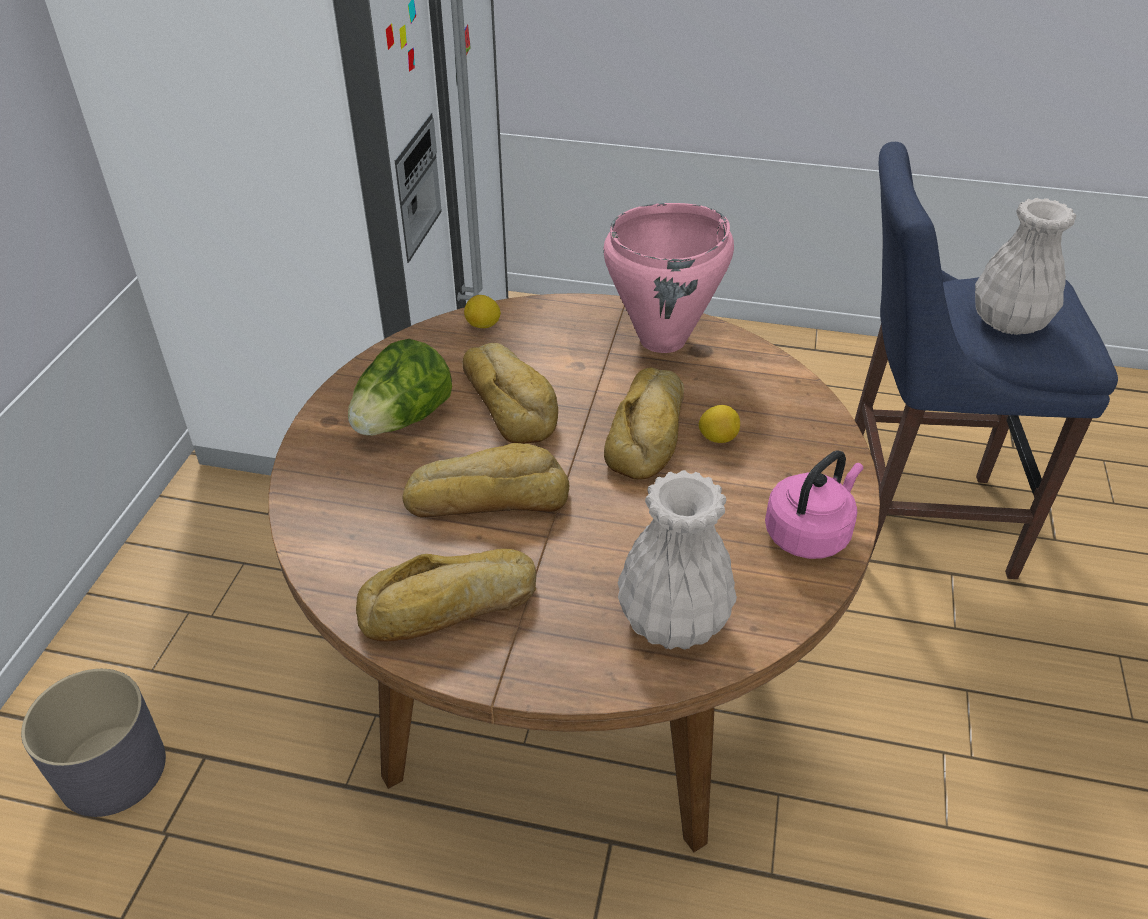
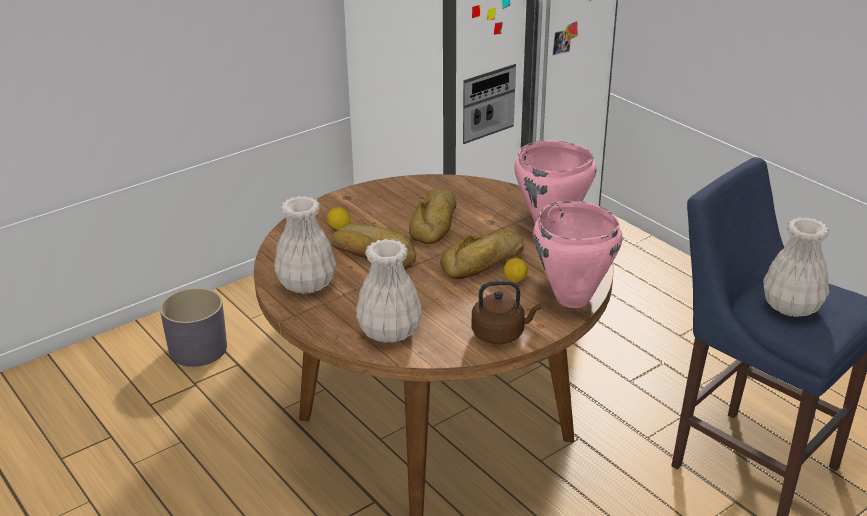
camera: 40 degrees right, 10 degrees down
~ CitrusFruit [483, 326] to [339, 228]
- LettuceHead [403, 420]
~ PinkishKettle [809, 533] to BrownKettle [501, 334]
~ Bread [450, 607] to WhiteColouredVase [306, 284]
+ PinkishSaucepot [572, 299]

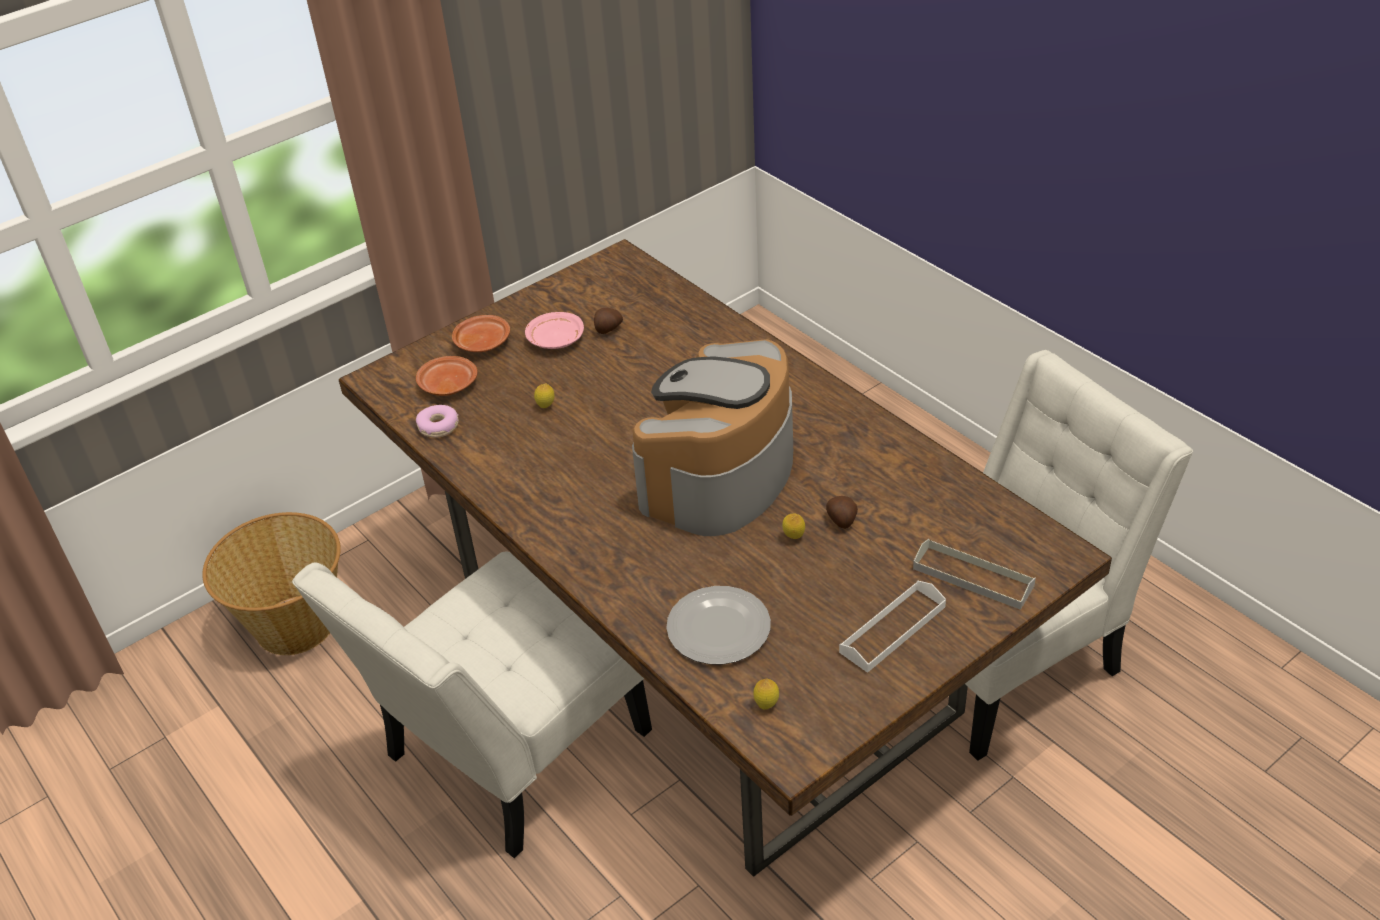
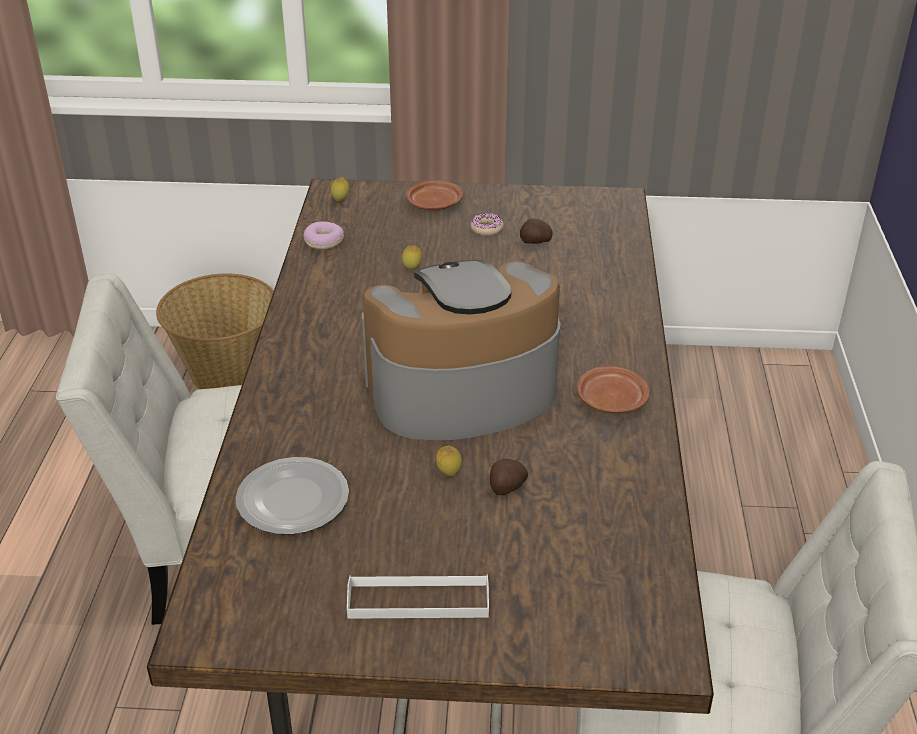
camera: 40 degrees right, 5 degrees down
~ PinkishPlate [555, 339] to Donut [486, 229]
~ BrownPlate [447, 384] to [611, 400]
- GreyTray [973, 577]
~ CitrusFruit [766, 705] to [340, 201]

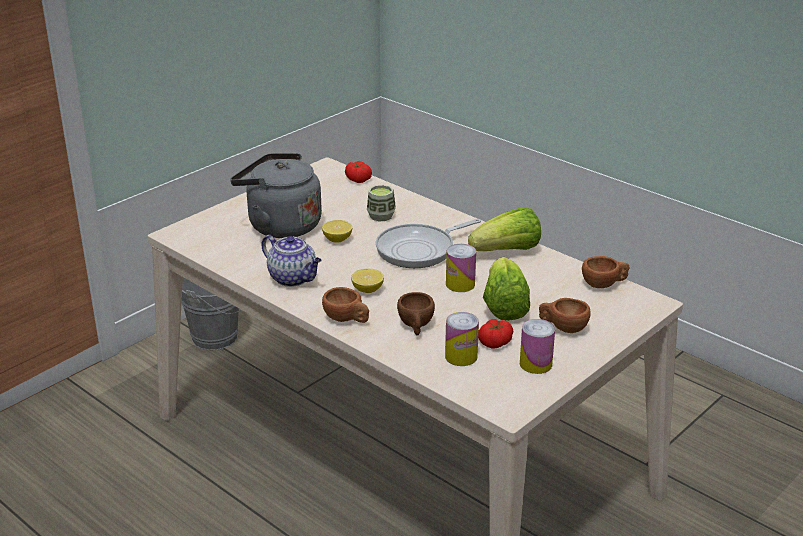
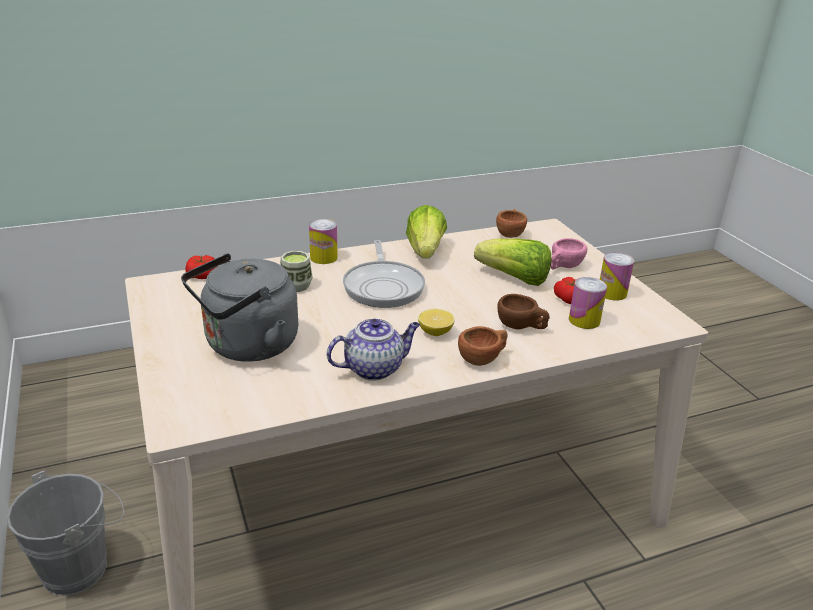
camera: 65 degrees left, 0 degrees up
- CitrusFruit [337, 239]
~ MetalCan [460, 284] to [323, 257]
~ BrownCup [562, 327] to PinkishCup [563, 267]

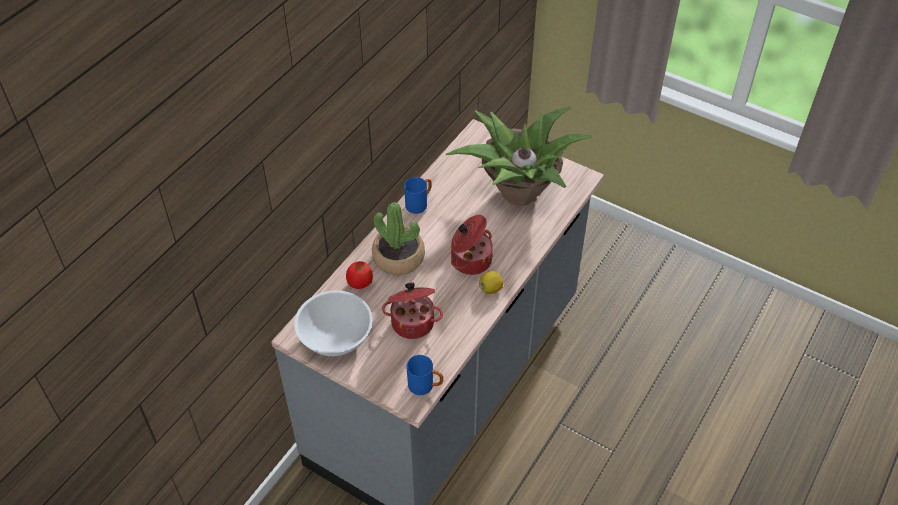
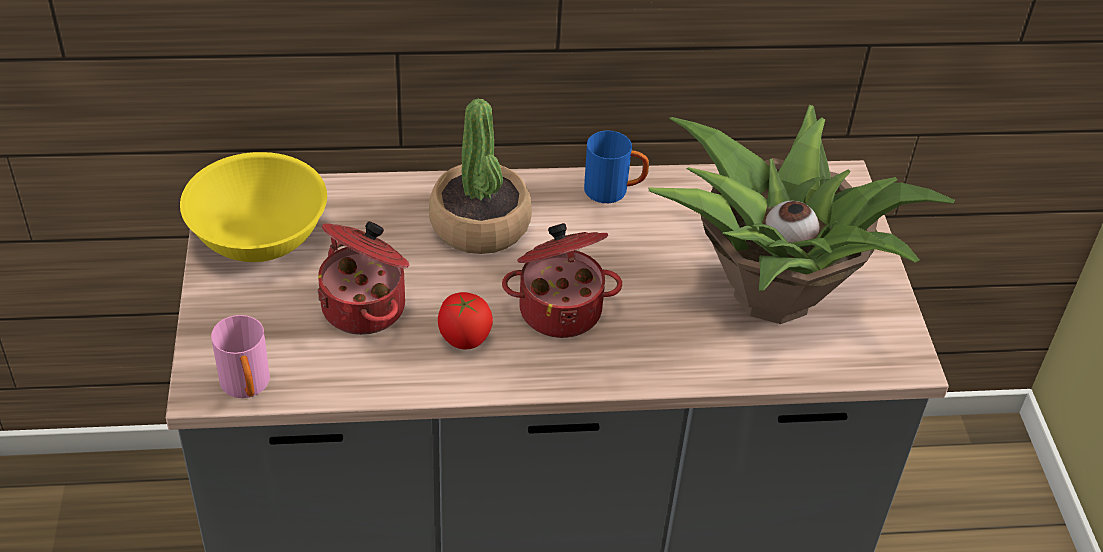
camera: 50 degrees right, 5 degrees down
~ FreshTomato [360, 283] to [464, 339]
- CitrusFruit [491, 289]
~ WhiteColouredDeepDish [335, 337] to YellowColouredDeepDish [260, 236]
~ BlueCoffeeMug [425, 386] to PinkishCoffeeMug [247, 388]

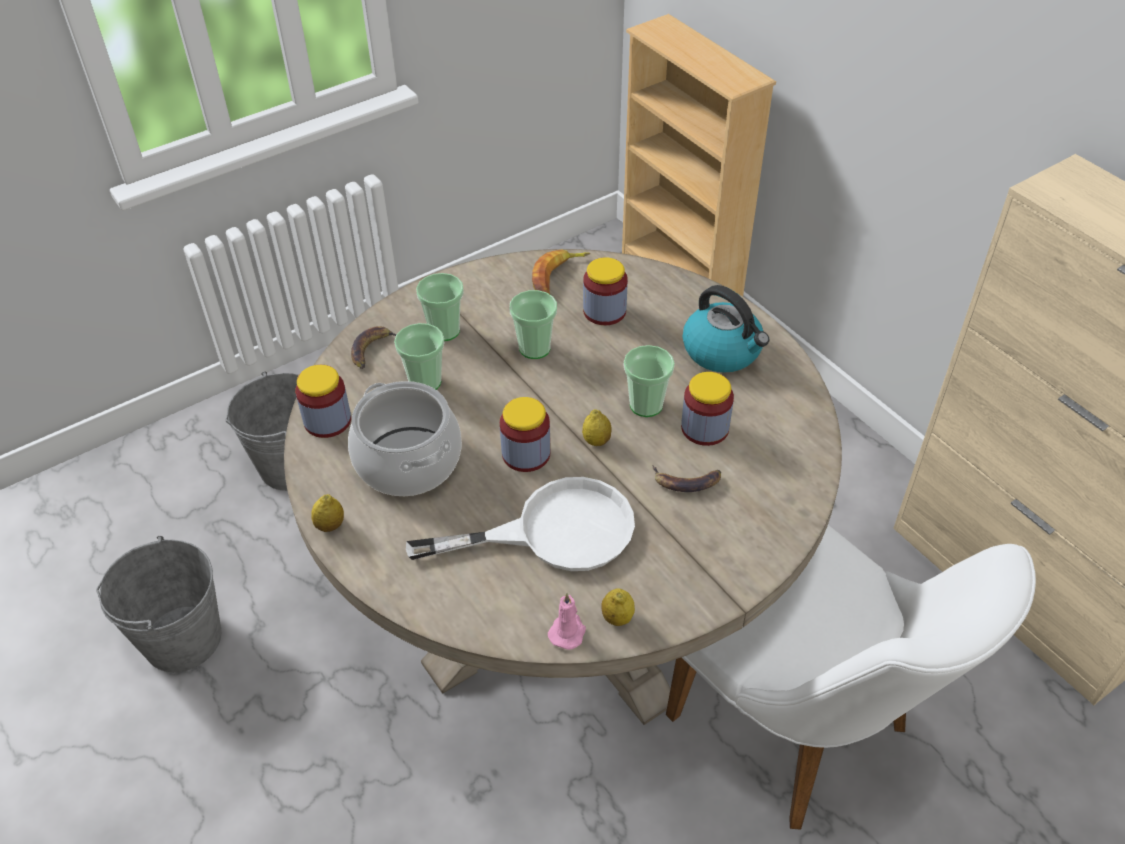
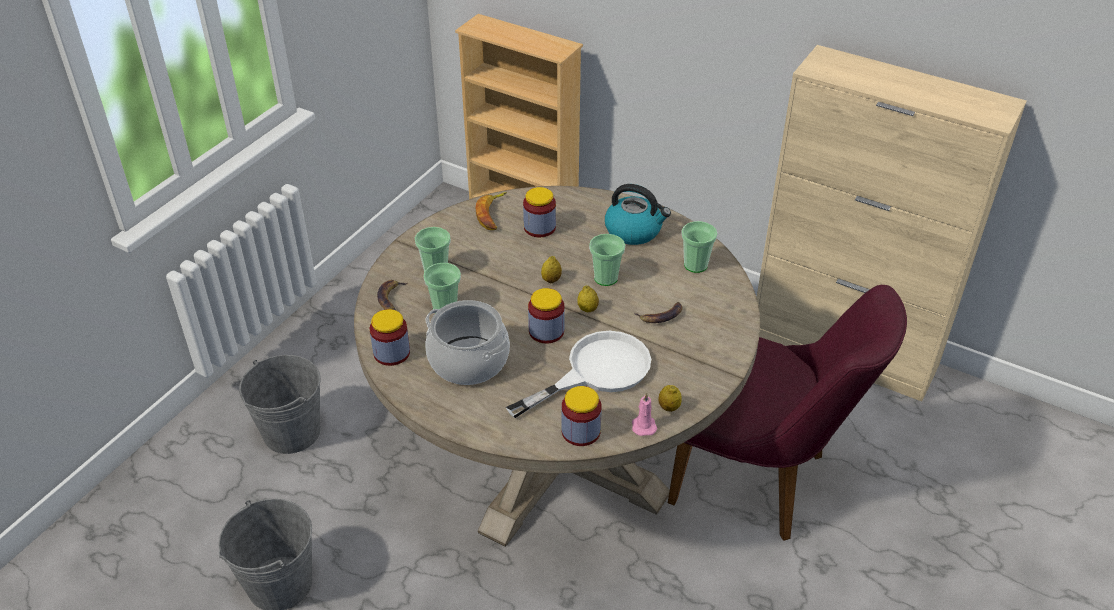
camera: 25 degrees left, 5 degrees down
~ Cup [534, 348] to [695, 265]
~ Jar [705, 428] to [581, 431]
~ CitrusFruit [330, 525] to [551, 280]
~ WhiteColouredUprightChair [805, 734] to PurpleUprightChair [762, 481]

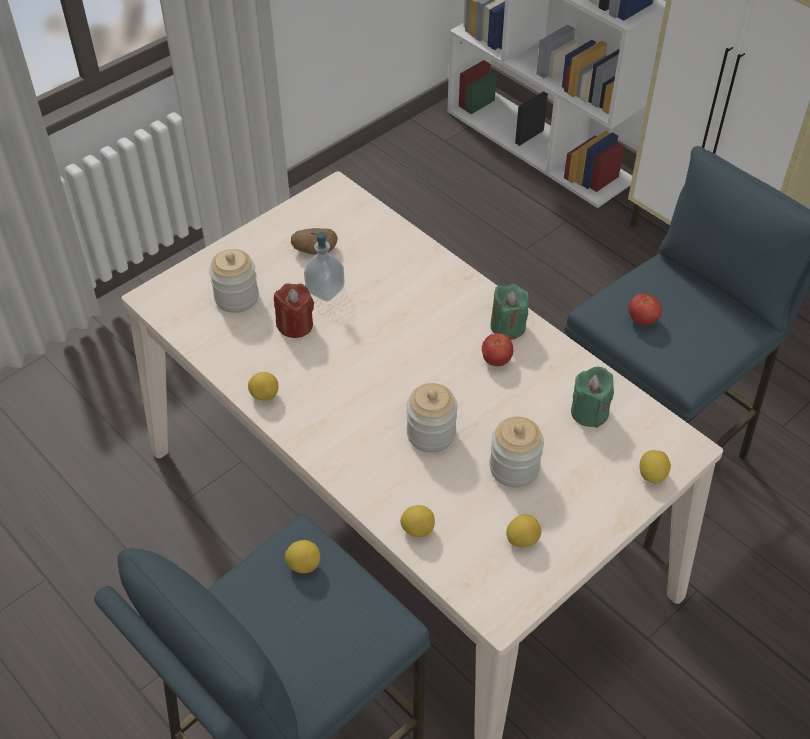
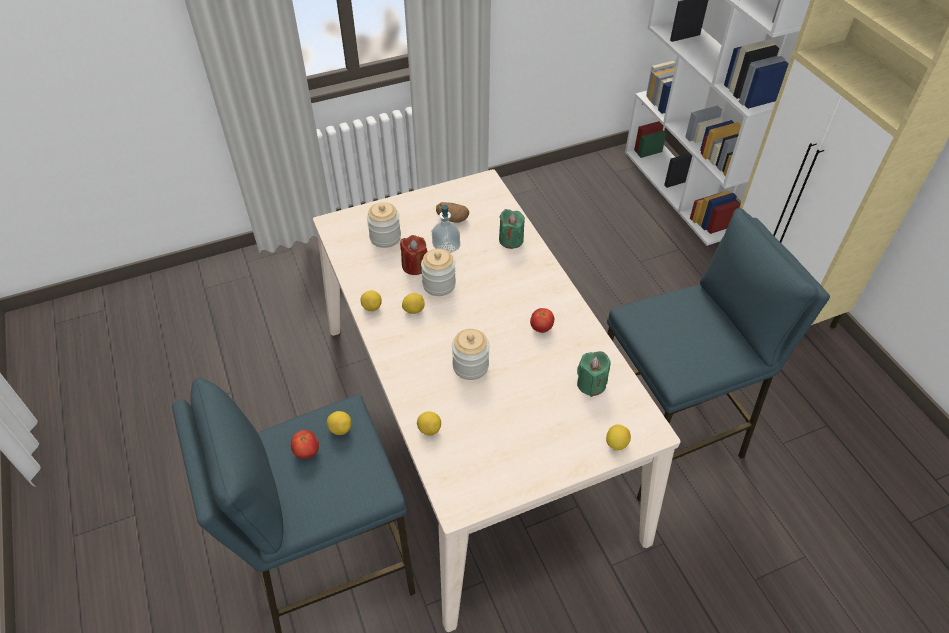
camera: 20 degrees right, 0 degrees up
~ GreenishWaxLight [508, 326] to [511, 240]
~ FreshTomato [642, 320] to [307, 451]
~ Jar [514, 468] to [439, 284]
~ CitrusFruit [522, 539] to [413, 310]

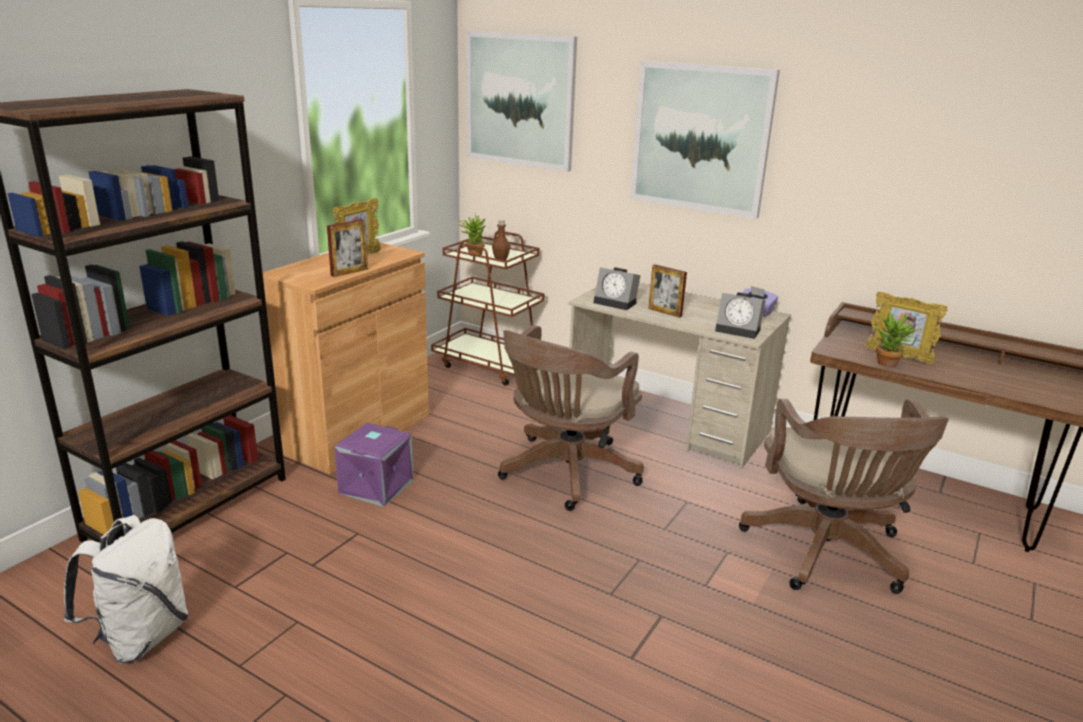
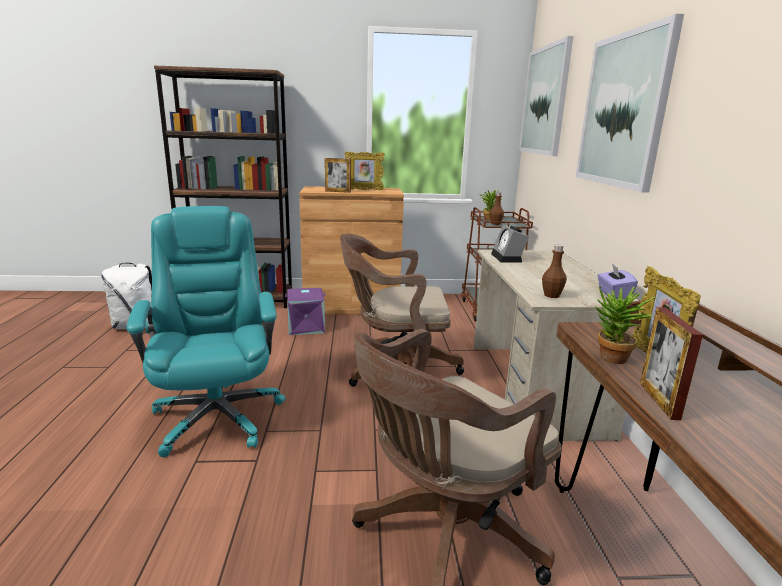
camera: 55 degrees right, 5 degrees down
~ StandingFrame [665, 312] to [659, 400]
~ AlarmClock [739, 330] to BrownBottle [551, 295]
+ TurquoiseColouredDeskChair [217, 415]

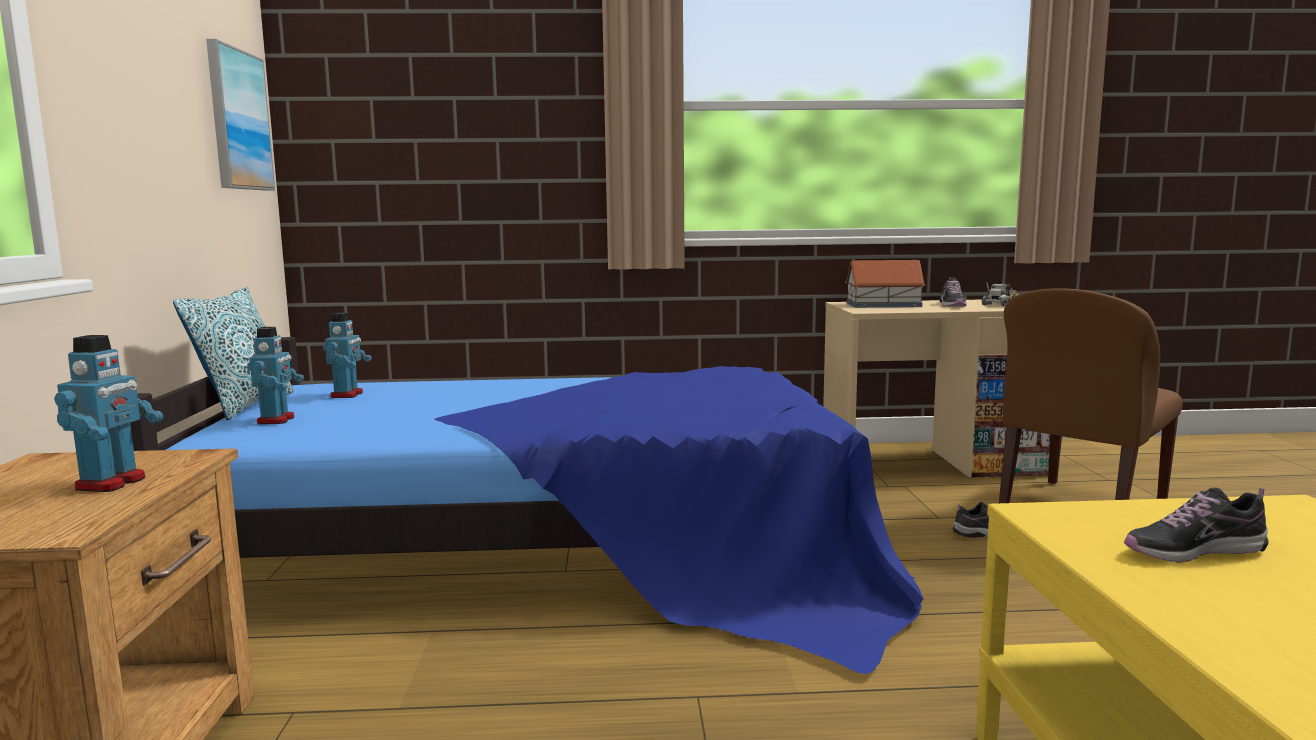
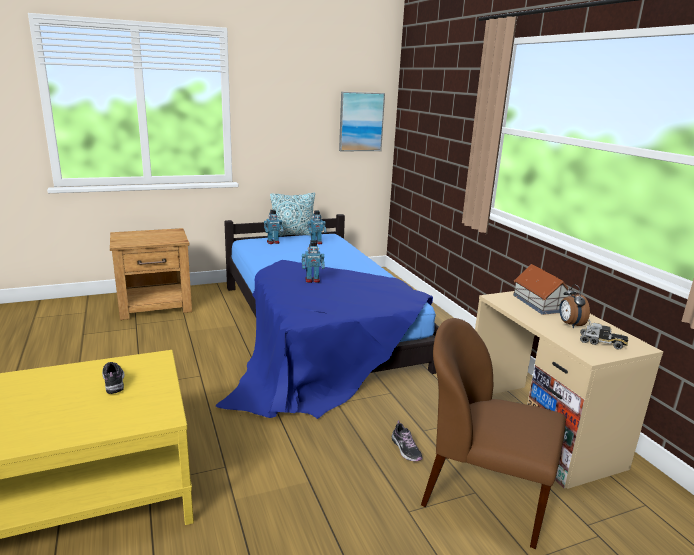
camera: 70 degrees right, 10 degrees up
~ Shoe [952, 305] to AlarmClock [569, 324]
~ ToyRobot [112, 483] to [312, 280]

